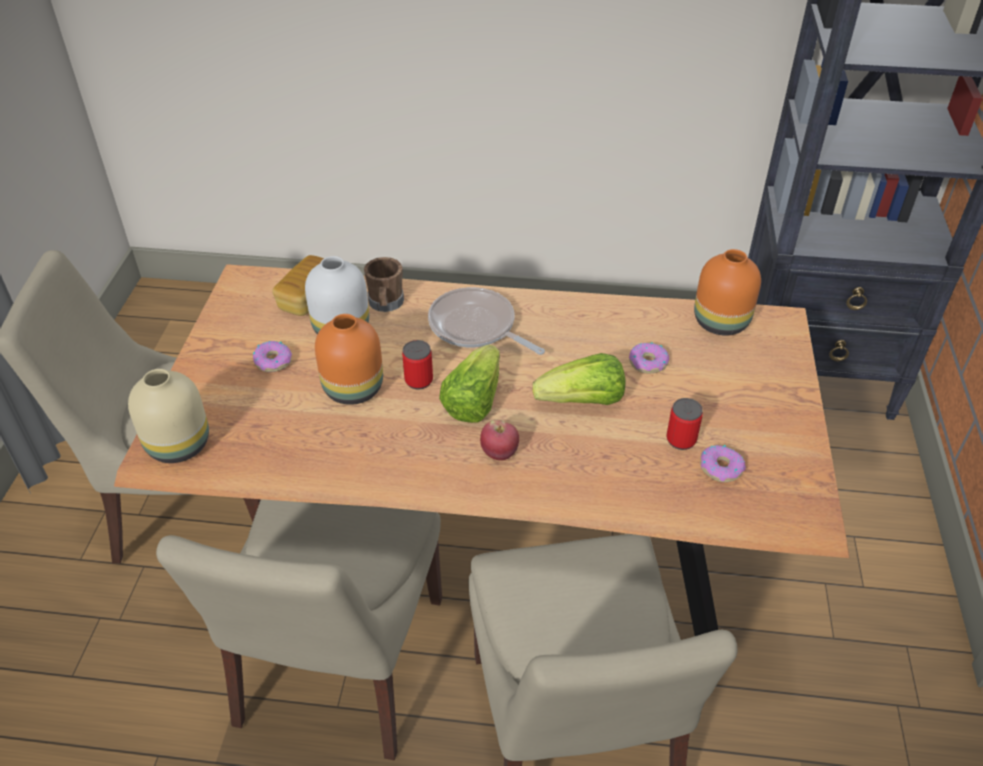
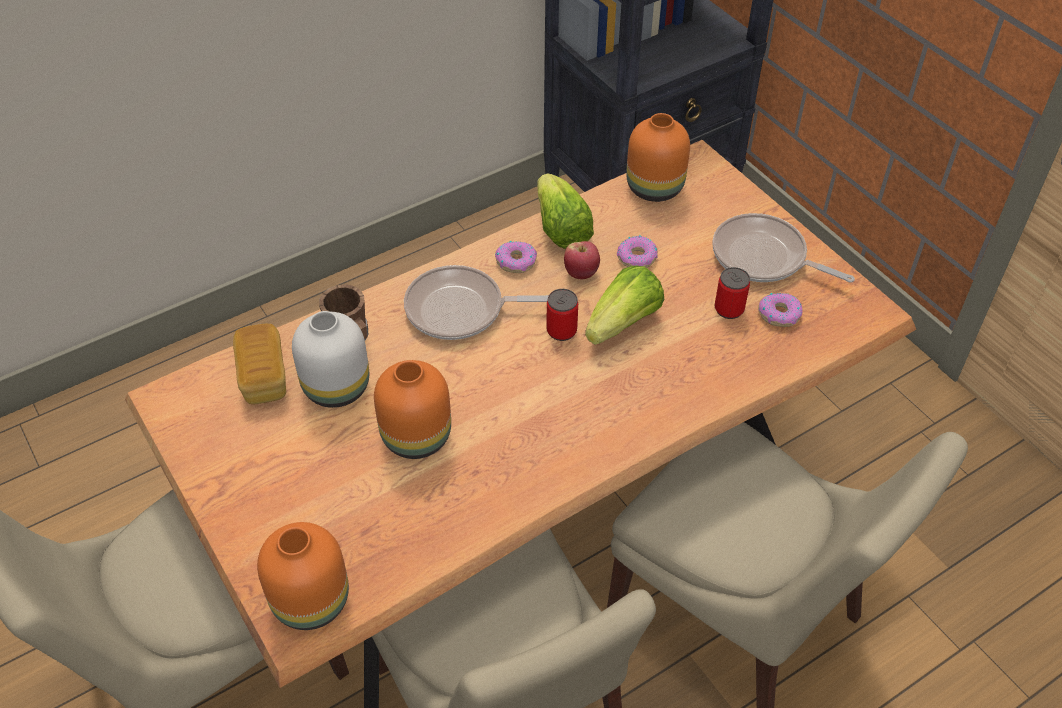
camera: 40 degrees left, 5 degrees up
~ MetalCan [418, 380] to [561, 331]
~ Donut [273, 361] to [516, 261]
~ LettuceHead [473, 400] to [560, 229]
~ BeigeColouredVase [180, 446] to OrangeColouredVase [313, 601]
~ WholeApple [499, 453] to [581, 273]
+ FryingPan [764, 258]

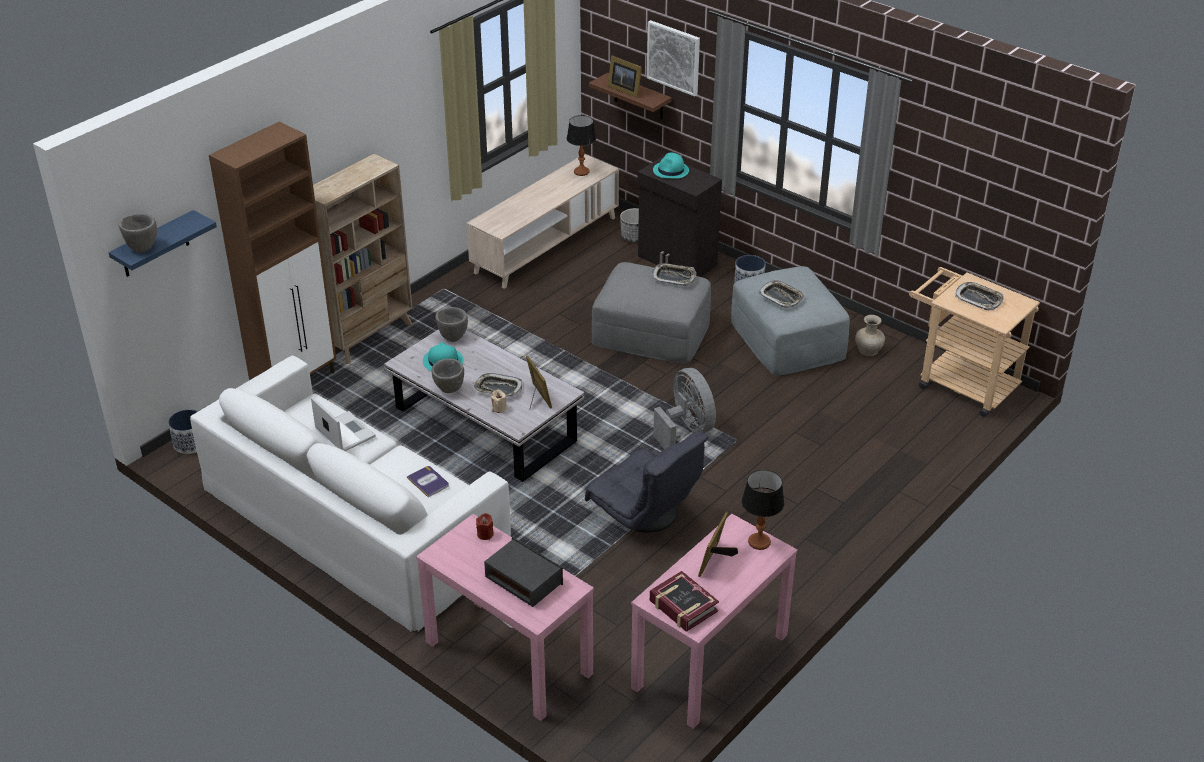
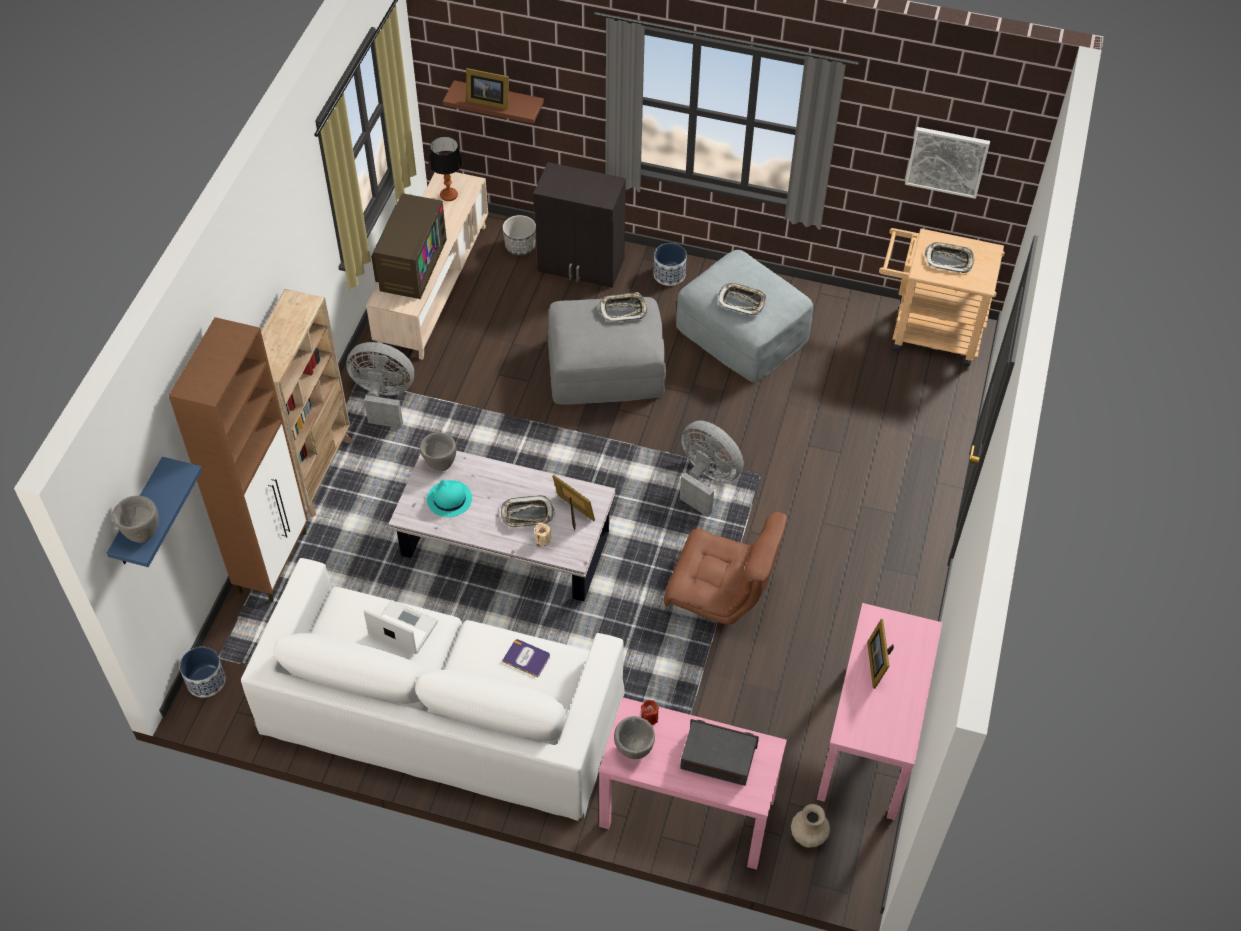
camera: 25 degrees left, 15 degrees up
~ WallPicture [674, 57] to [947, 161]
- TurquoiseColouredWearableHat [671, 171]
~ BeigeColouredVase [868, 350] to [809, 835]
~ GreyDeepDish [449, 389] to [634, 750]
~ GreyArmchair [645, 513] to BrownArmchair [721, 594]
- TableLamp [759, 542]
- Book [683, 606]
+ Tv [411, 263]
+ GreyFan [384, 398]

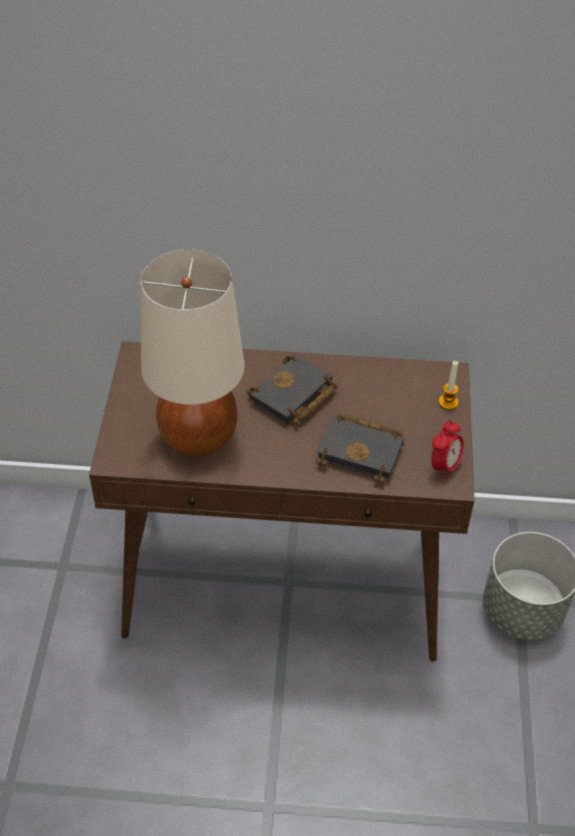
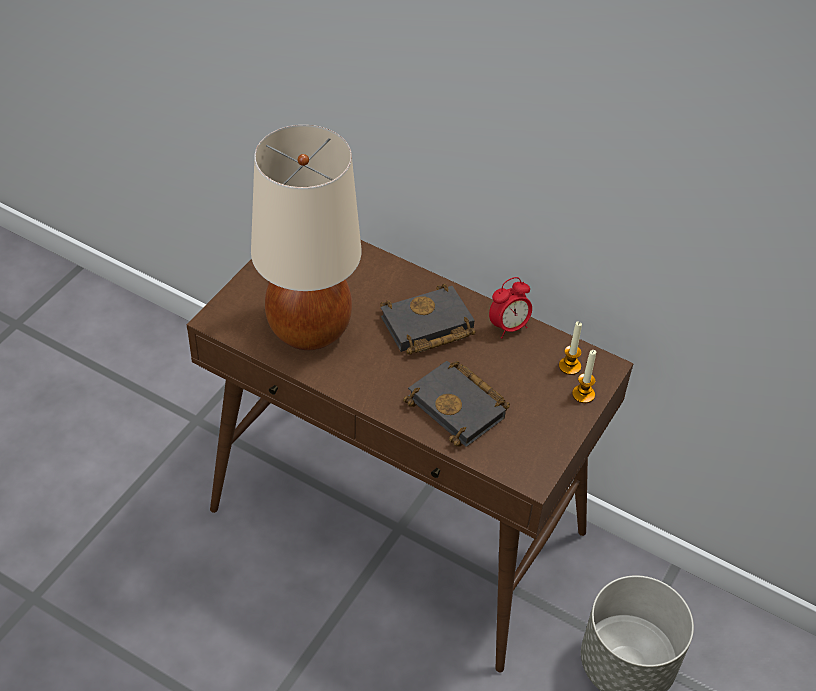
camera: 25 degrees right, 0 degrees up
~ AlarmClock [444, 466] to [508, 327]
+ WaxLight [569, 366]

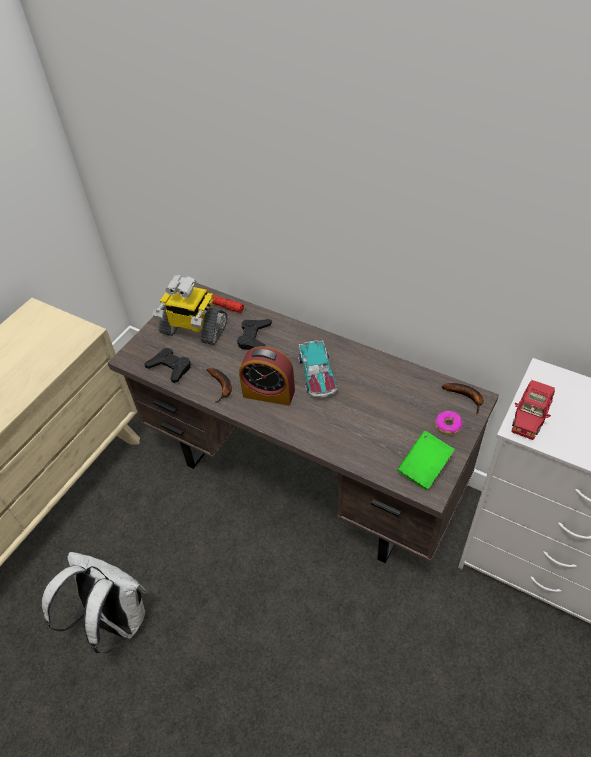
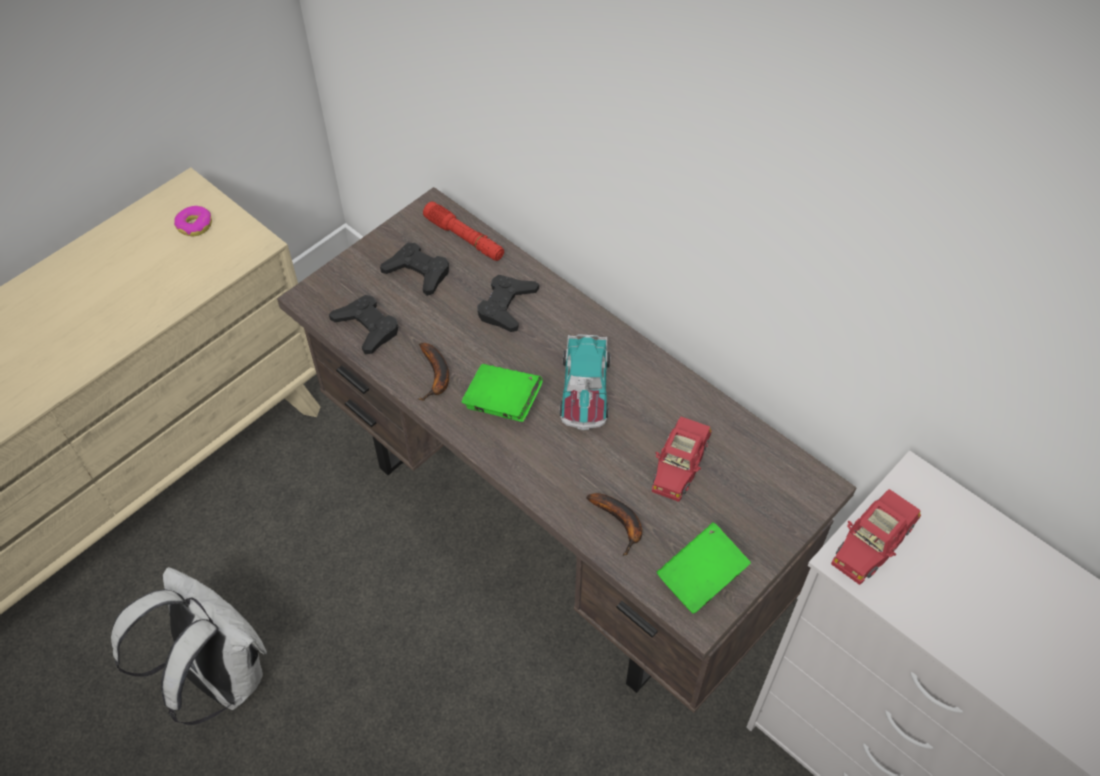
camera: 10 degrees right, 5 degrees up
~ ToyRobot [193, 329] to BlackishGameController [418, 272]
~ AlarmClock [269, 393] to GreenishBook [502, 403]
~ WholeBanana [466, 397] to [620, 523]
~ Donut [448, 425] to [195, 225]
+ ReddishToyCar [679, 464]

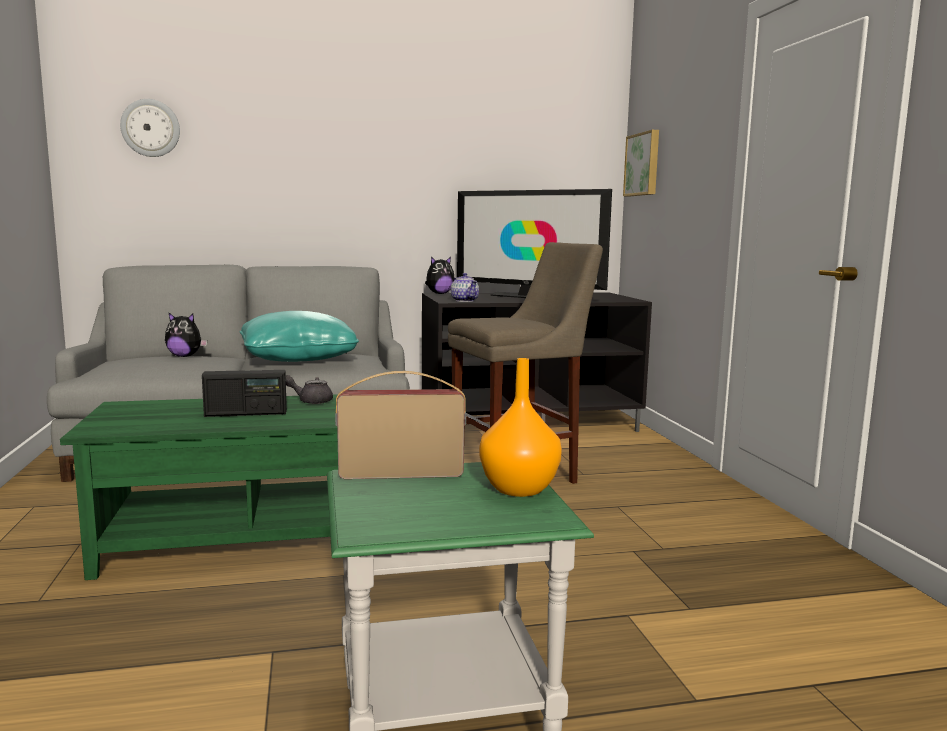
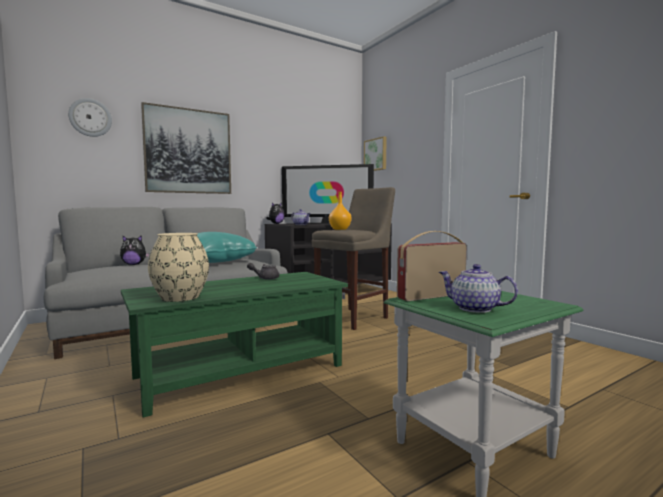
camera: 20 degrees left, 5 degrees down
~ OrangeColouredVase [517, 489] to [339, 229]
- RadioReceiver [246, 413]
+ WallPicture [188, 151]
+ BeigeColouredVase [179, 297]
+ Teapot [475, 309]

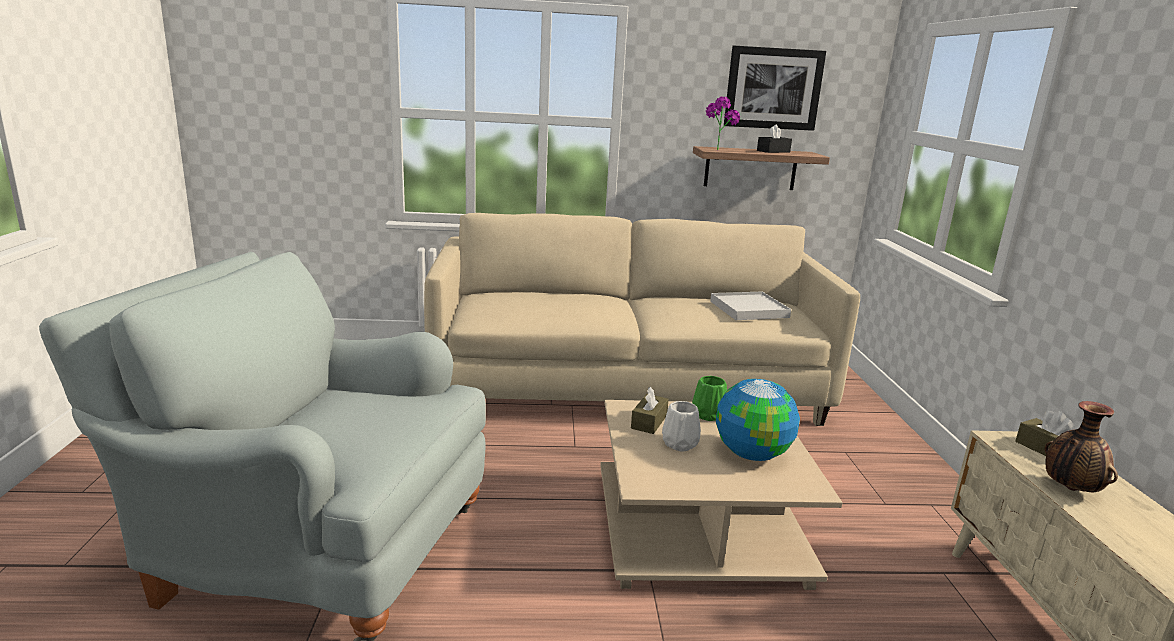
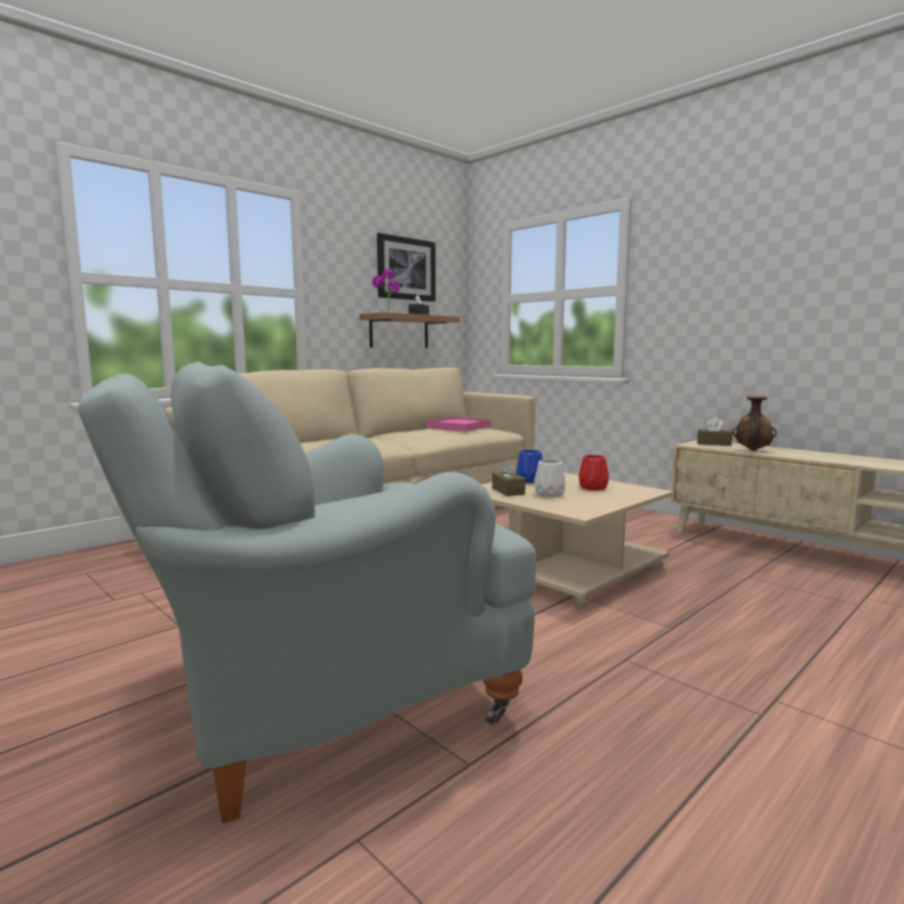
camera: 40 degrees left, 10 degrees down
~ WhiteColouredTray [749, 309] to PinkishTray [459, 427]
~ GreenishVase [708, 414] to BlueVase [529, 481]
~ DeskGlobe [751, 454] to ReddishVase [592, 488]

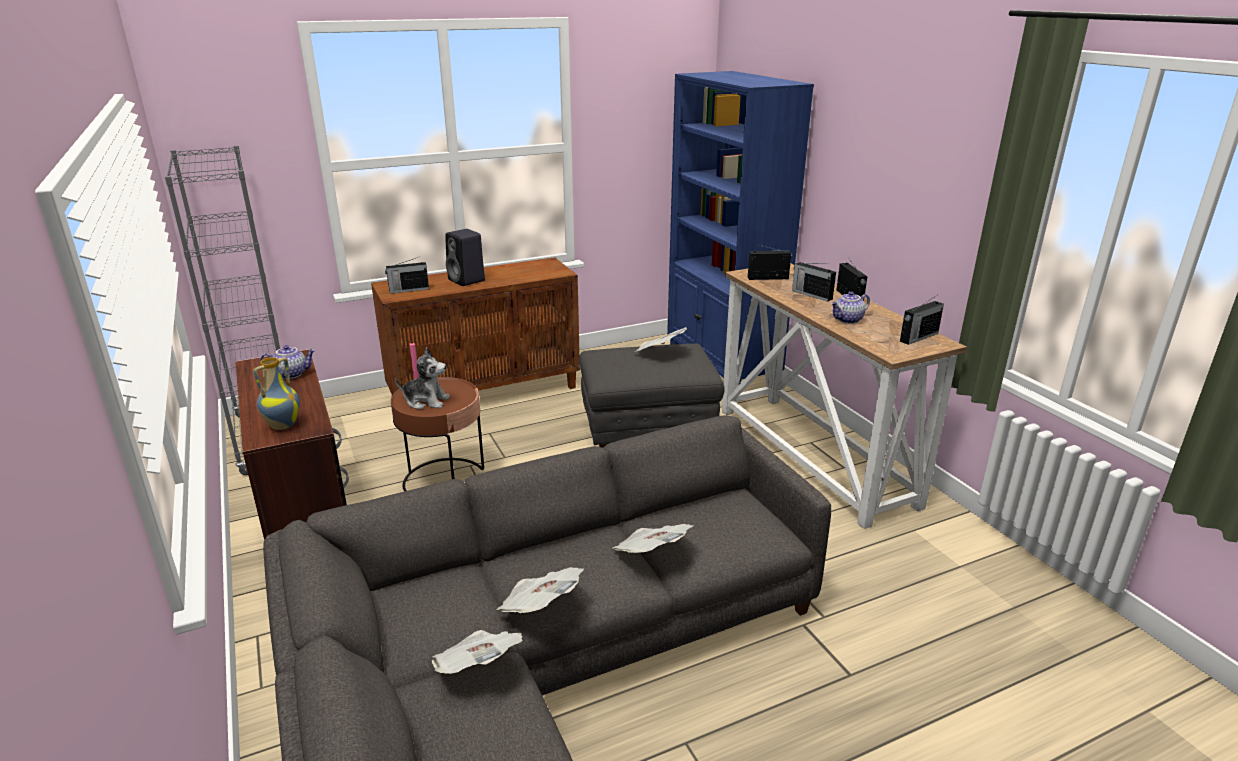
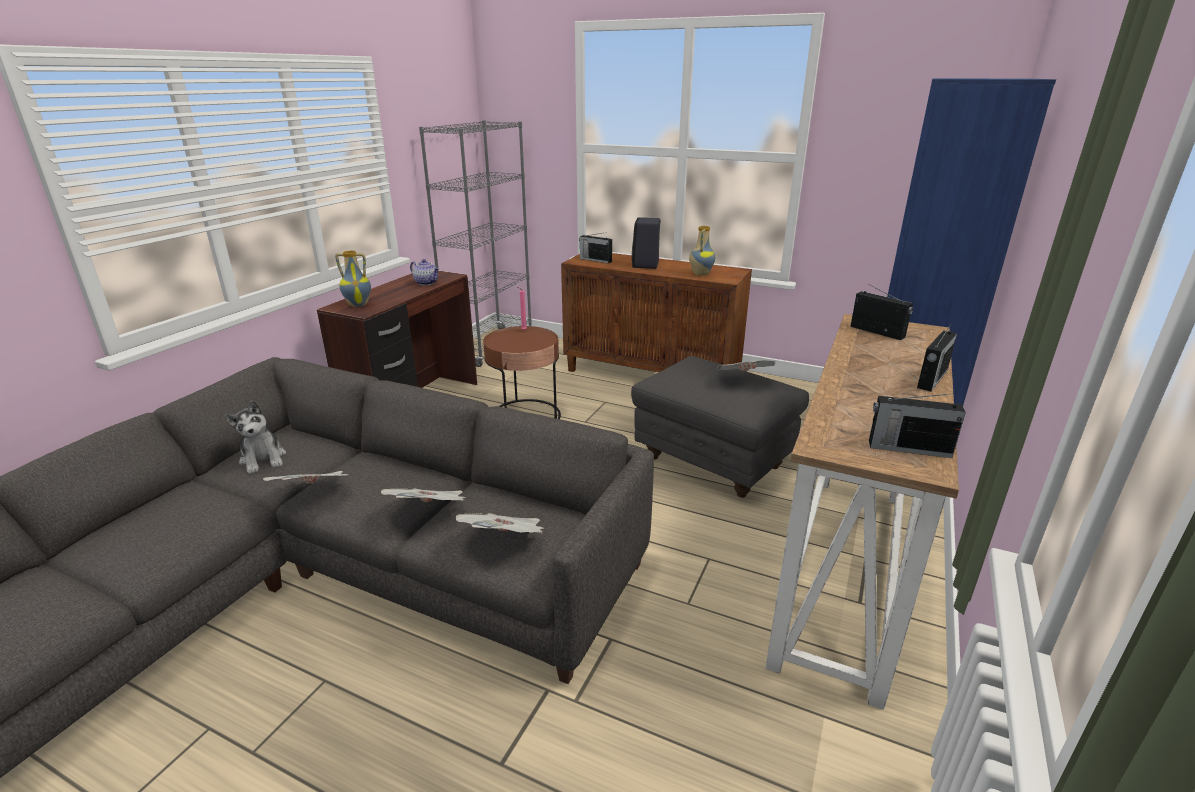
camera: 50 degrees right, 0 degrees up
- RadioReceiver [811, 294]
- Teapot [848, 320]
~ PlushToy [426, 401] to [263, 459]
~ DailyPaper [478, 667] to [506, 541]
+ Vase [700, 274]

